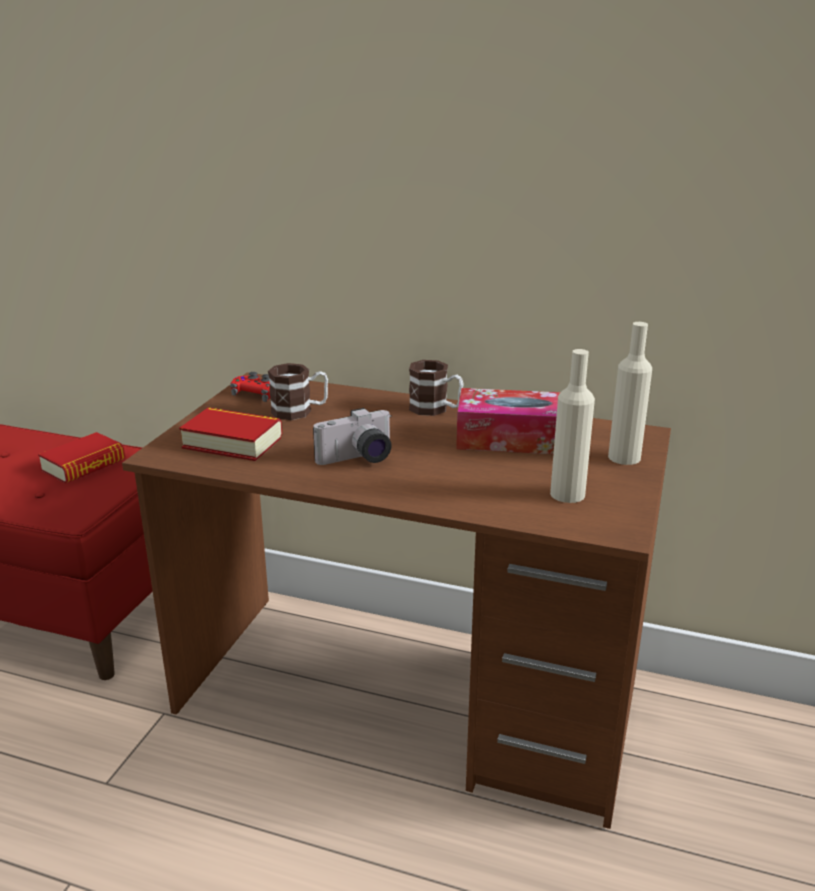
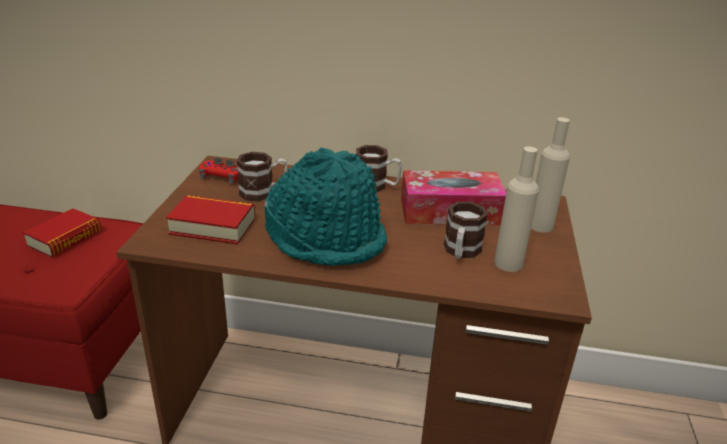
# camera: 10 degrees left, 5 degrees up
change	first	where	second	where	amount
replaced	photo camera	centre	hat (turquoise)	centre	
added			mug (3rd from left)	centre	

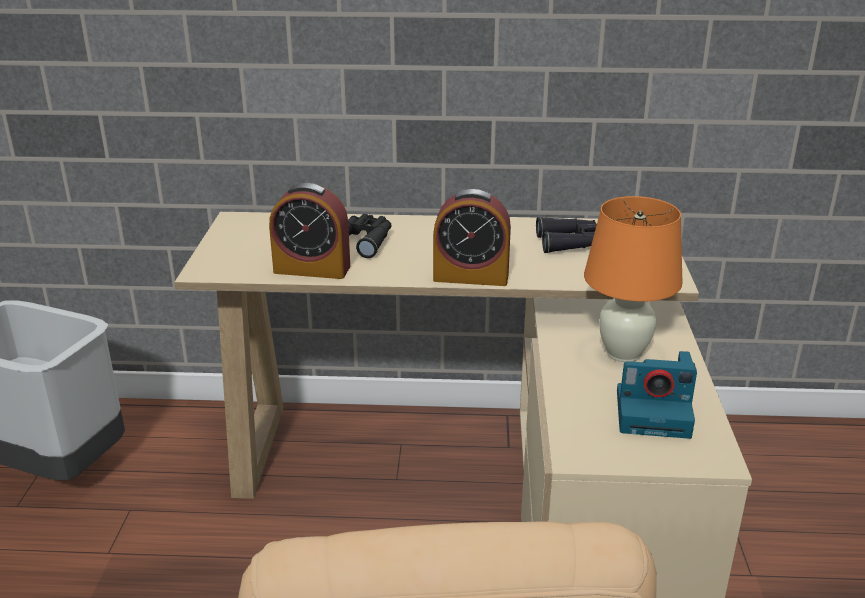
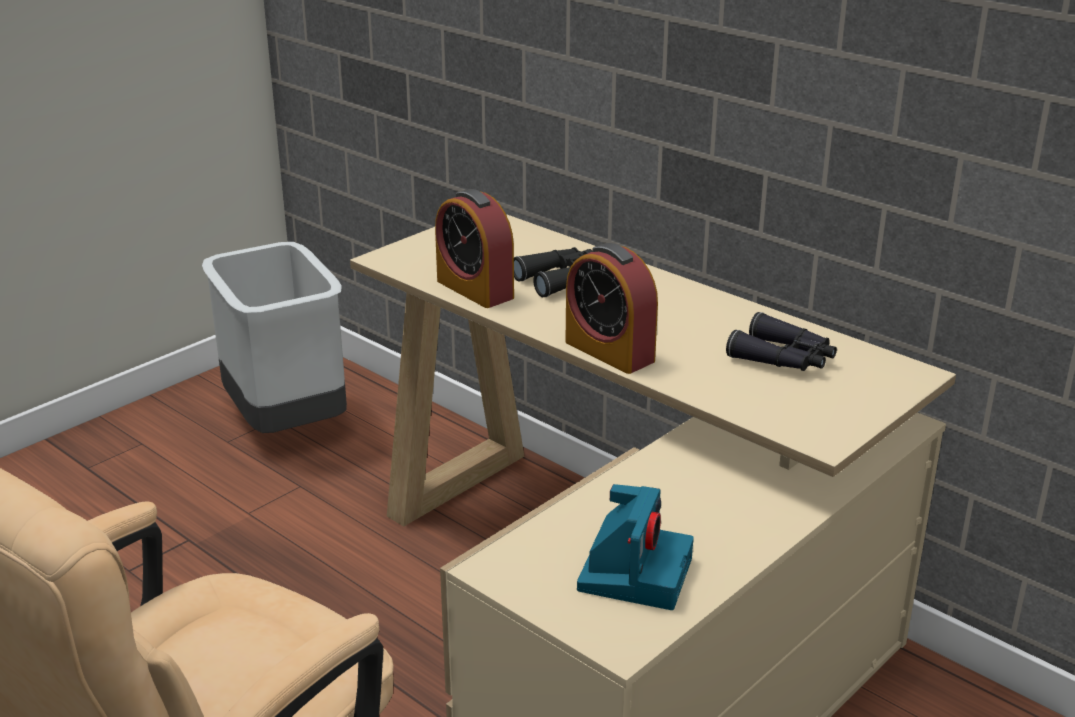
# camera: 40 degrees right, 0 degrees up
change	first	where	second	where	amount
removed	table lamp (orange)	middle right			
turned	photo camera	middle right		bottom centre	120 degrees counterclockwise

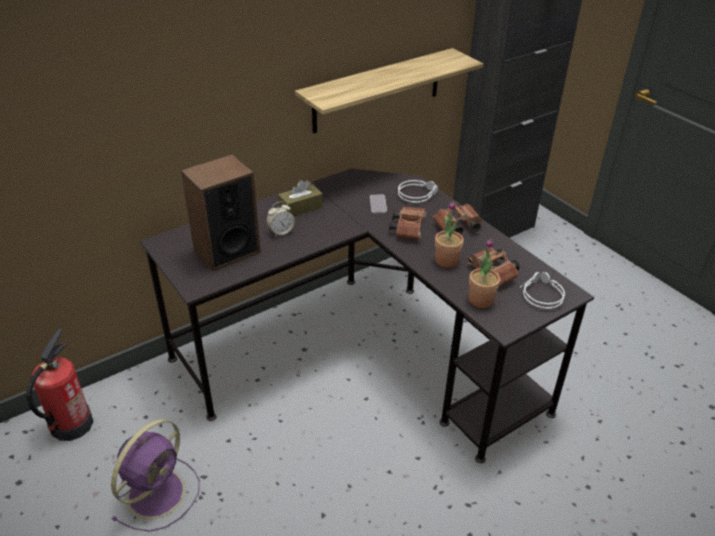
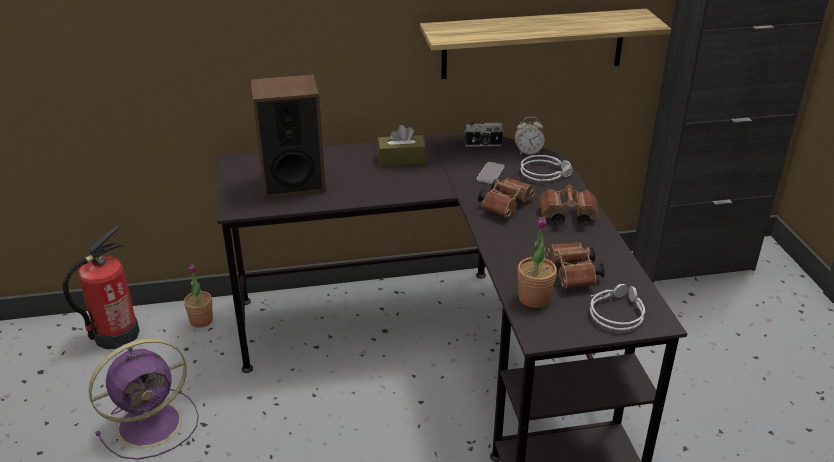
# camera: 25 degrees right, 5 degrees down
change	first	where	second	where	amount
moved	potted plant (1st from left)	centre		middle left	
moved	alarm clock	centre		top centre	
added			photo camera	top centre	

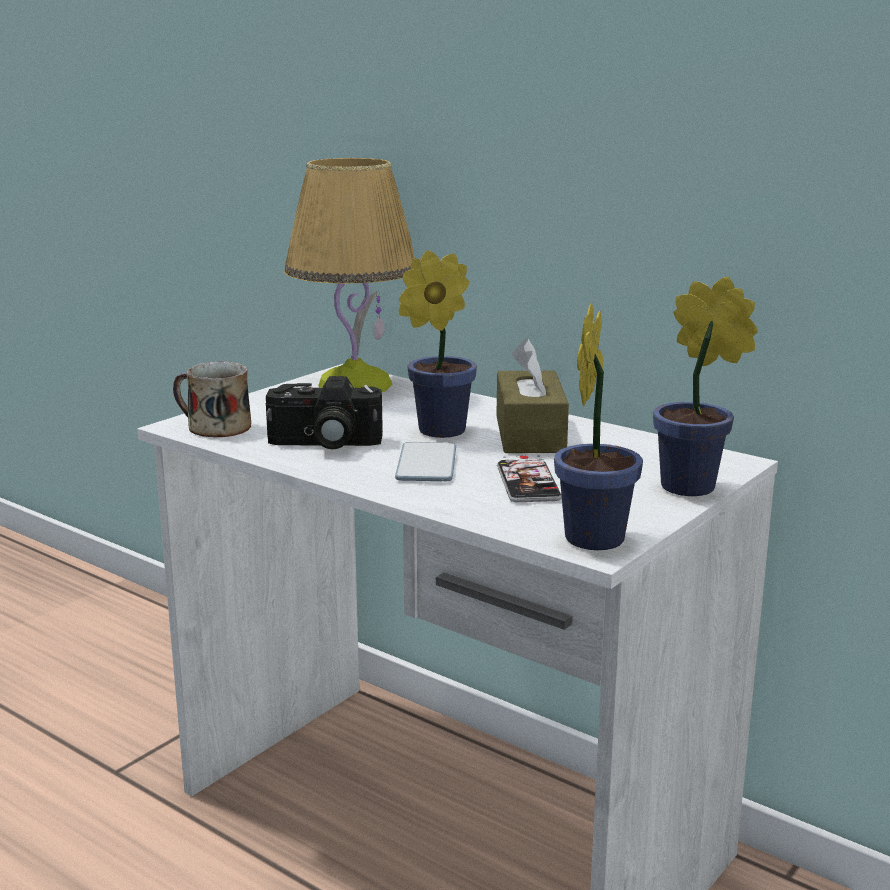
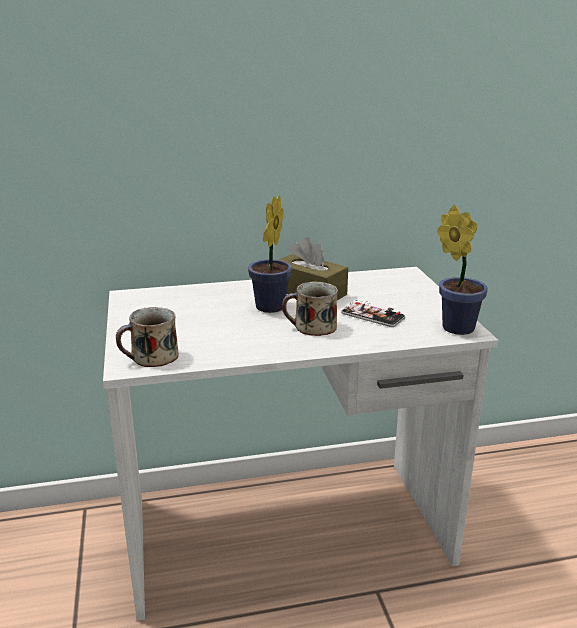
# camera: 50 degrees left, 5 degrees up
change	first	where	second	where	amount
removed	table lamp	top centre			
removed	potted plant (3rd from left)	middle right			
removed	photo camera	centre			
replaced	phone (1st from left)	centre	mug (2nd from left)	centre	

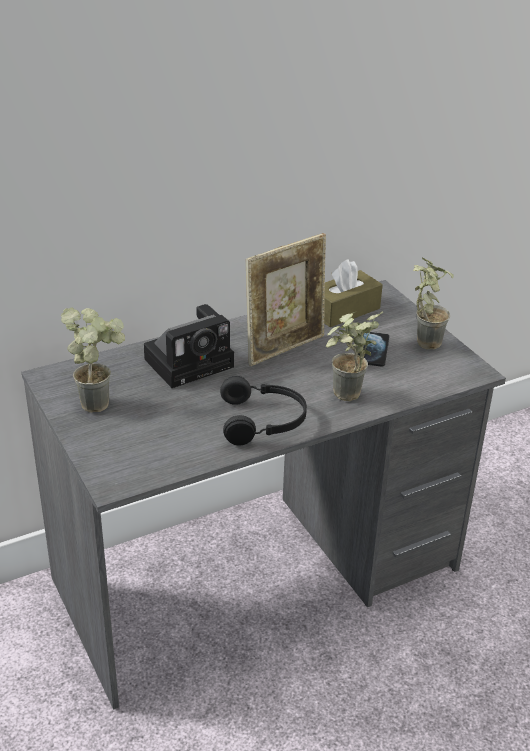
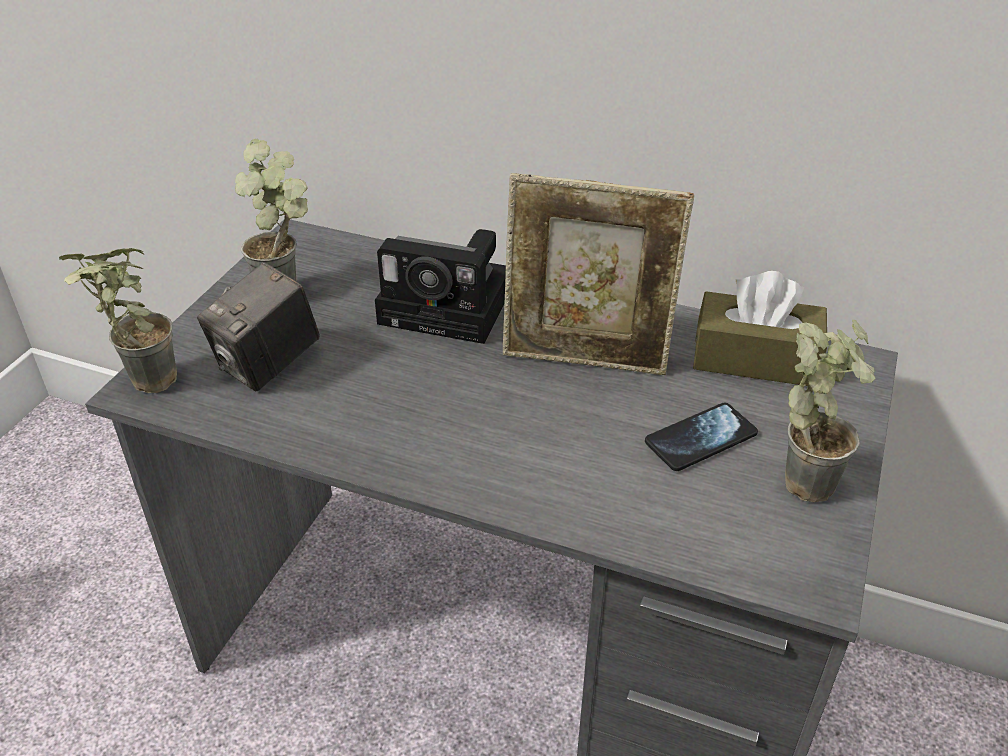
# camera: 50 degrees right, 5 degrees up
change	first	where	second	where	amount
moved	potted plant (2nd from left in the first image)	middle right	potted plant (1st from left)	middle left	
removed	headphones (black)	centre			
added			photo camera (1st from left)	middle left	

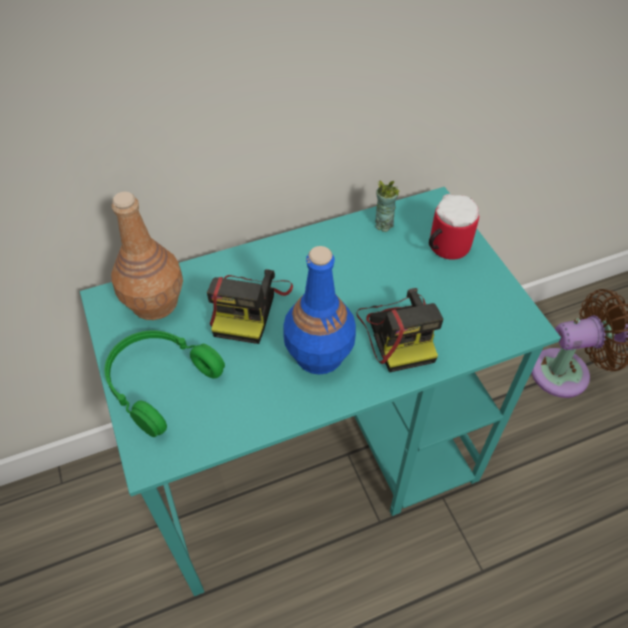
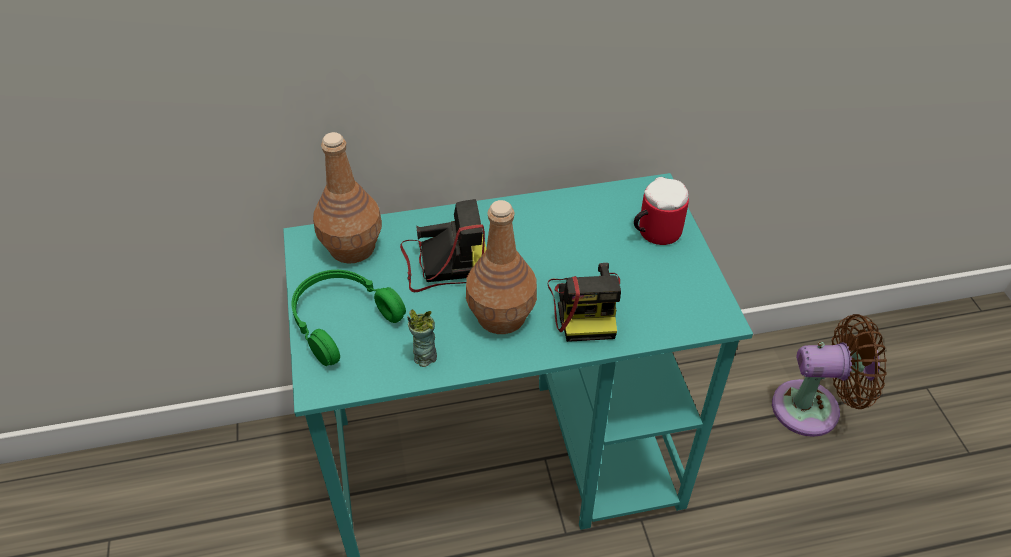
# camera: 10 degrees right, 5 degrees down
change	first	where	second	where	amount
moved	cup	top centre		centre	
recoloured	bottle (blue)	centre	bottle (brown) (2nd from left)	centre	
turned	photo camera (1st from left)	centre		centre	120 degrees counterclockwise

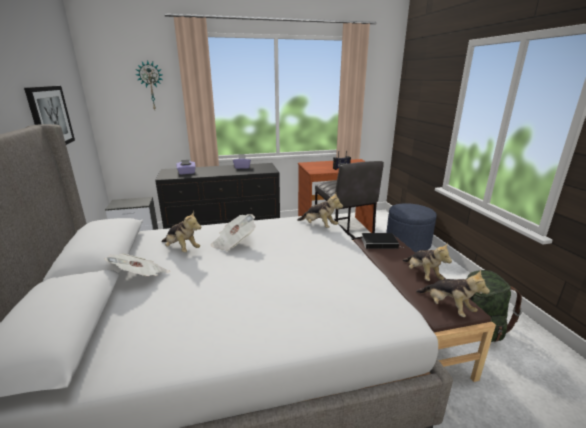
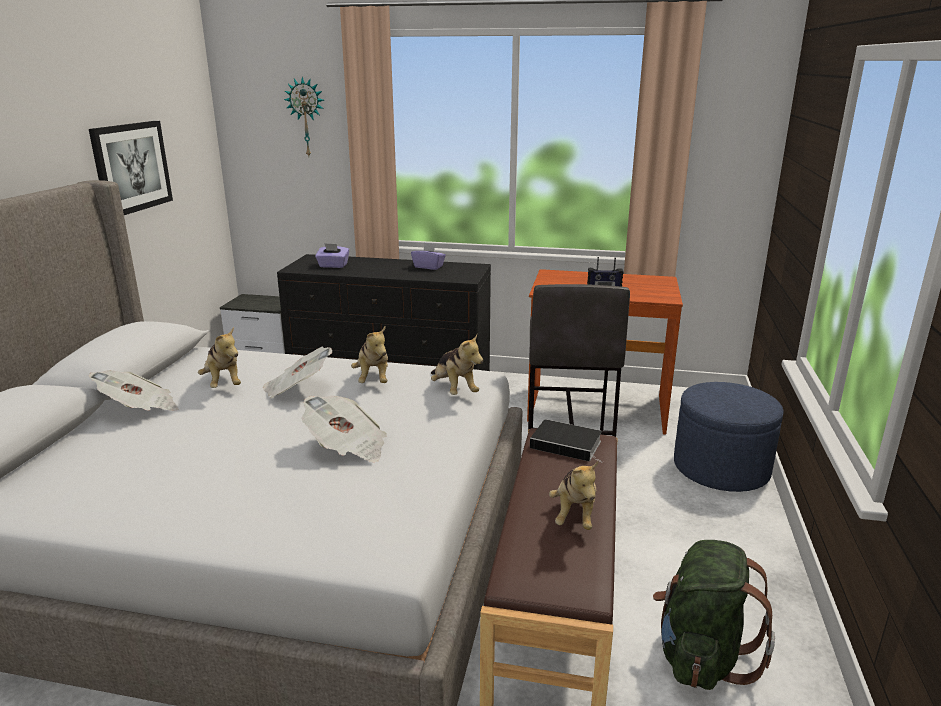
# camera: 25 degrees right, 0 degrees up
change	first	where	second	where	amount
moved	plush toy (4th from left in the first image)	bottom right	plush toy (2nd from left)	centre	
added			newspaper (3rd from left)	centre	

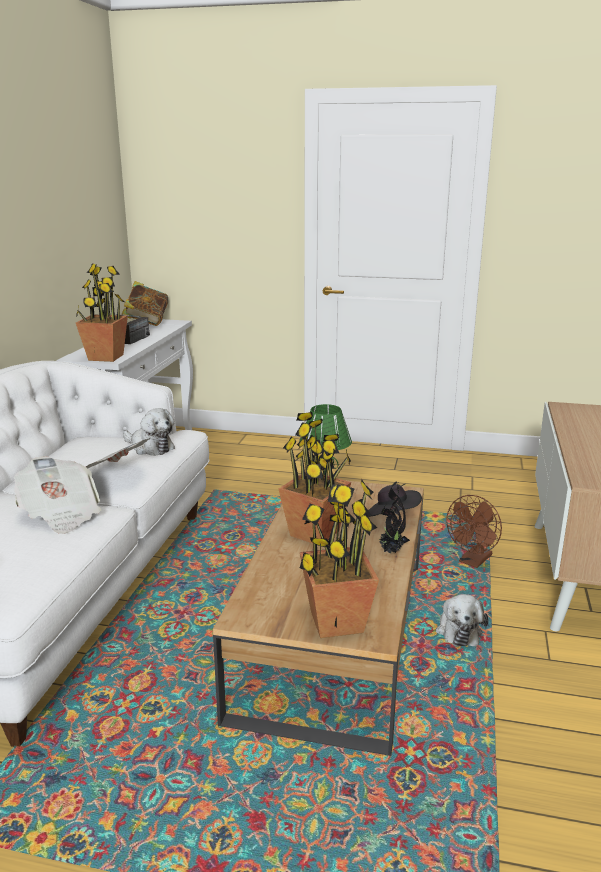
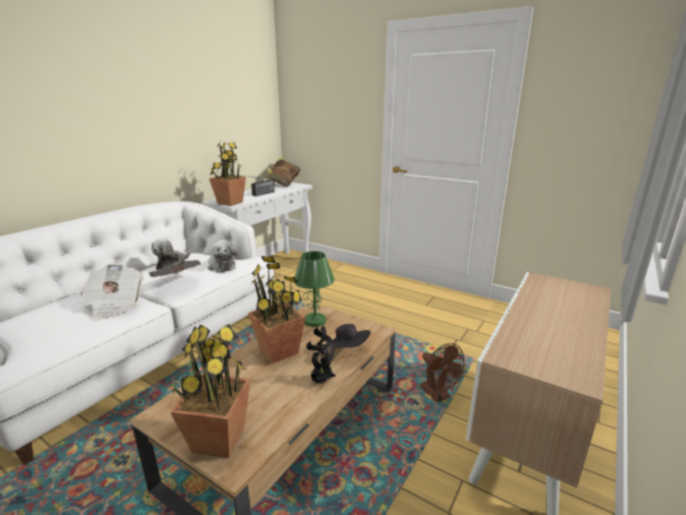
# camera: 20 degrees right, 0 degrees up
change	first	where	second	where	amount
turned	fan (brown)	middle right		bottom centre	90 degrees counterclockwise
moved	plush toy (2nd from left in the first image)	bottom right	plush toy (1st from left)	middle left	

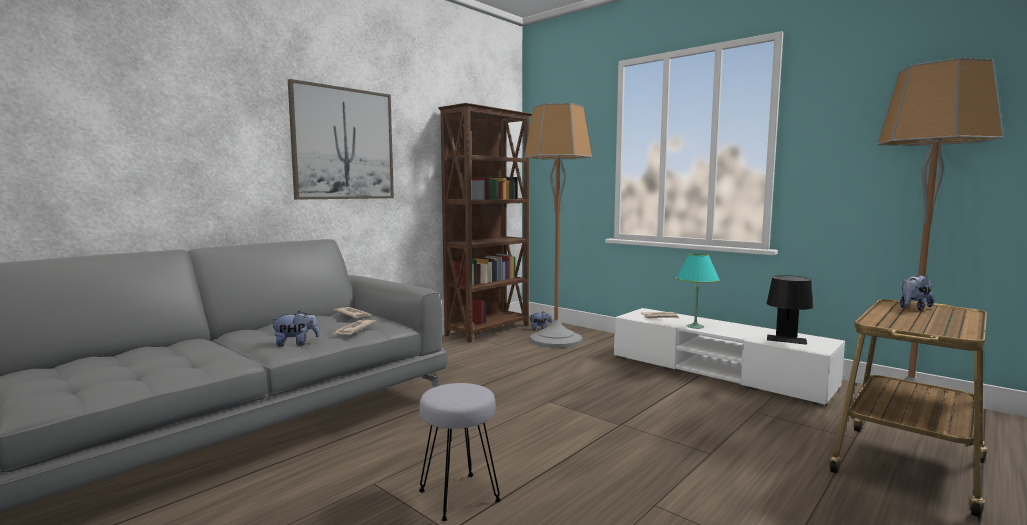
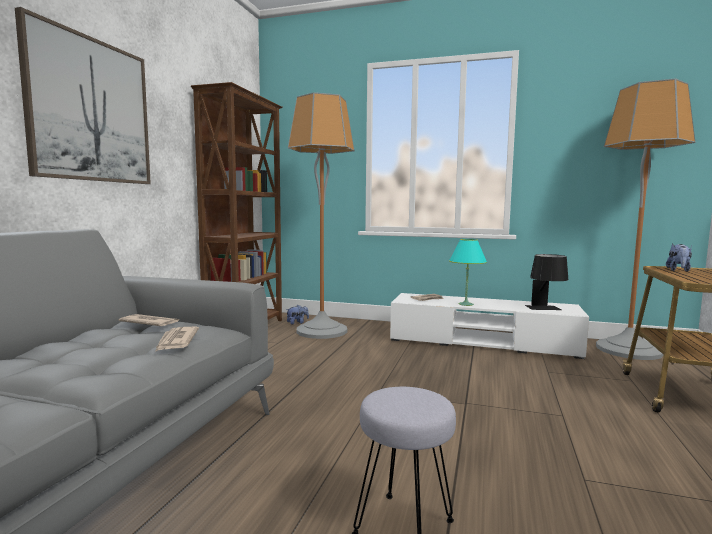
# camera: 25 degrees left, 0 degrees up
change	first	where	second	where	amount
removed	plush toy (1st from left)	middle left			

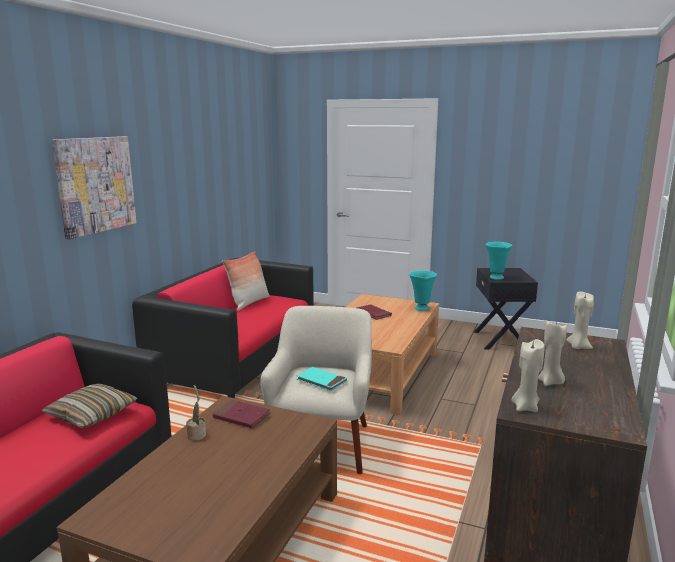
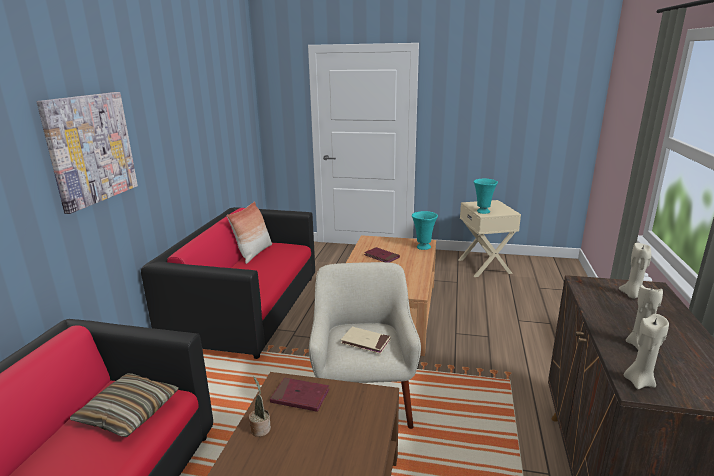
# camera: 10 degrees left, 5 degrees up
change	first	where	second	where	amount
recoloured	side table (black)	middle right	side table (beige)	middle right	
recoloured	book (turquoise)	bottom centre	book (beige)	bottom centre	

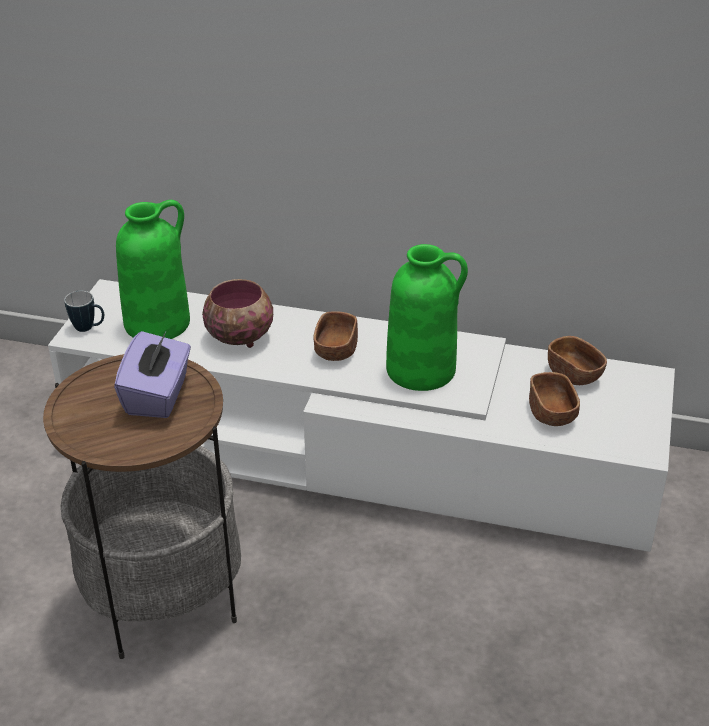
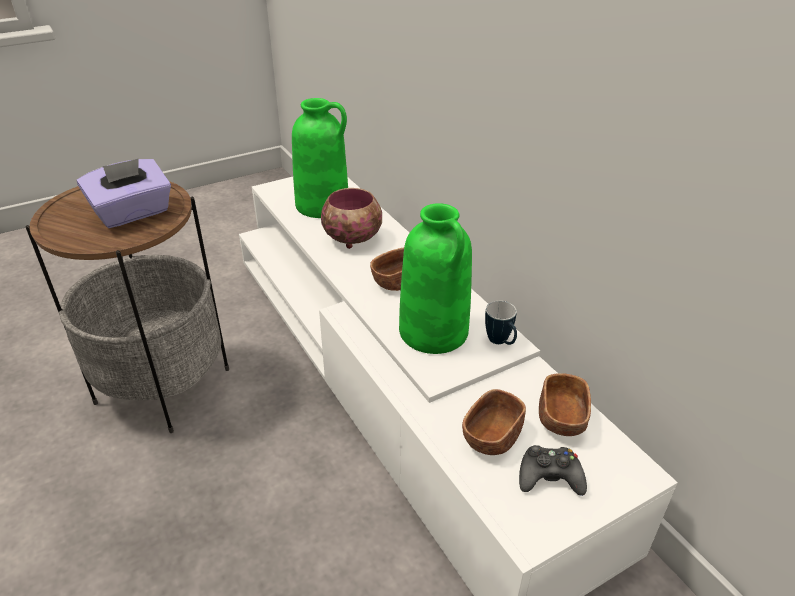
# camera: 45 degrees right, 0 degrees up
change	first	where	second	where	amount
moved	mug	middle left		centre	
added			game controller (black)	bottom right	

